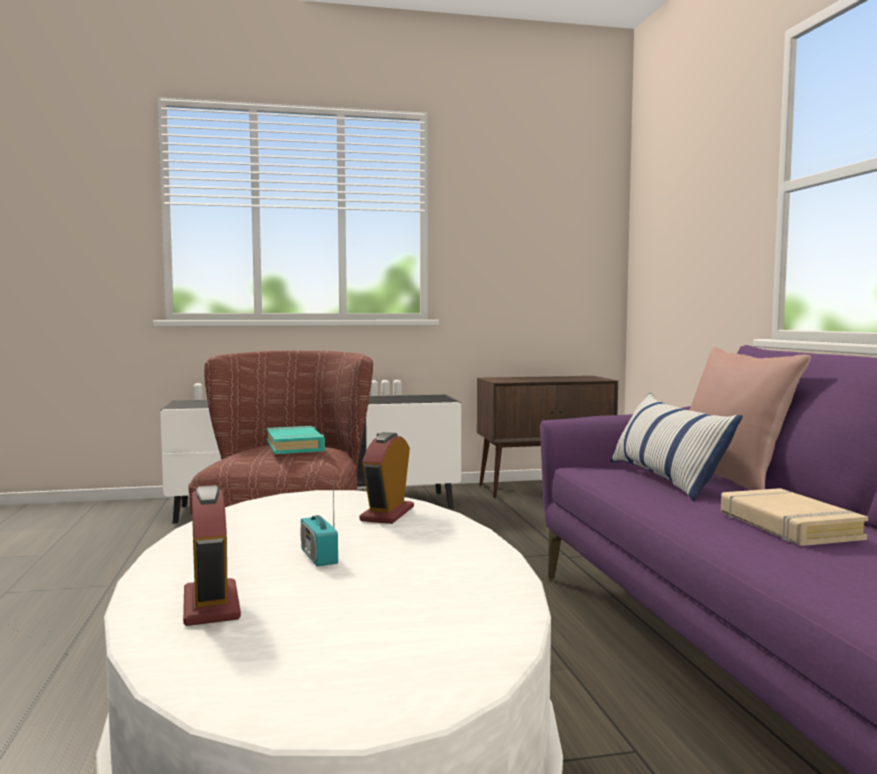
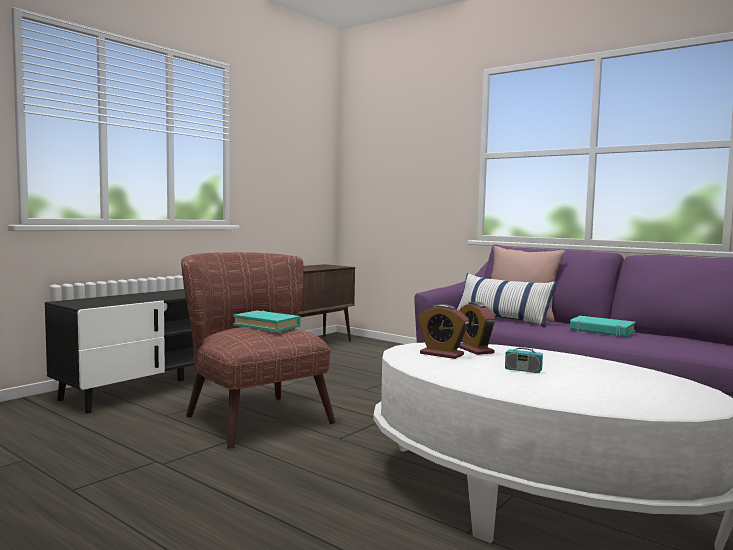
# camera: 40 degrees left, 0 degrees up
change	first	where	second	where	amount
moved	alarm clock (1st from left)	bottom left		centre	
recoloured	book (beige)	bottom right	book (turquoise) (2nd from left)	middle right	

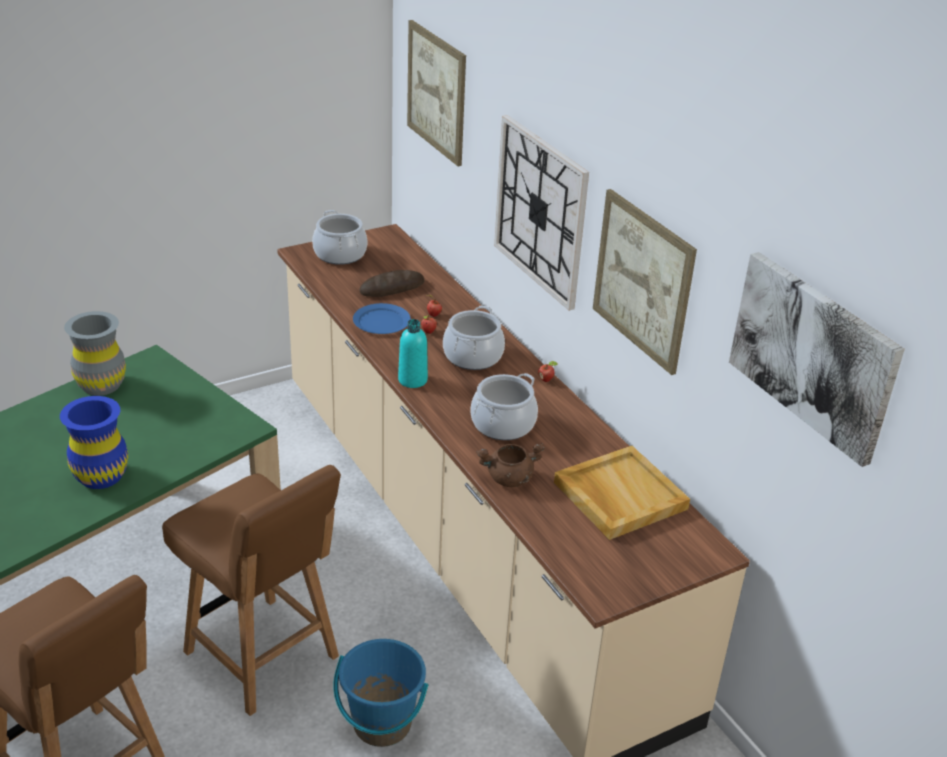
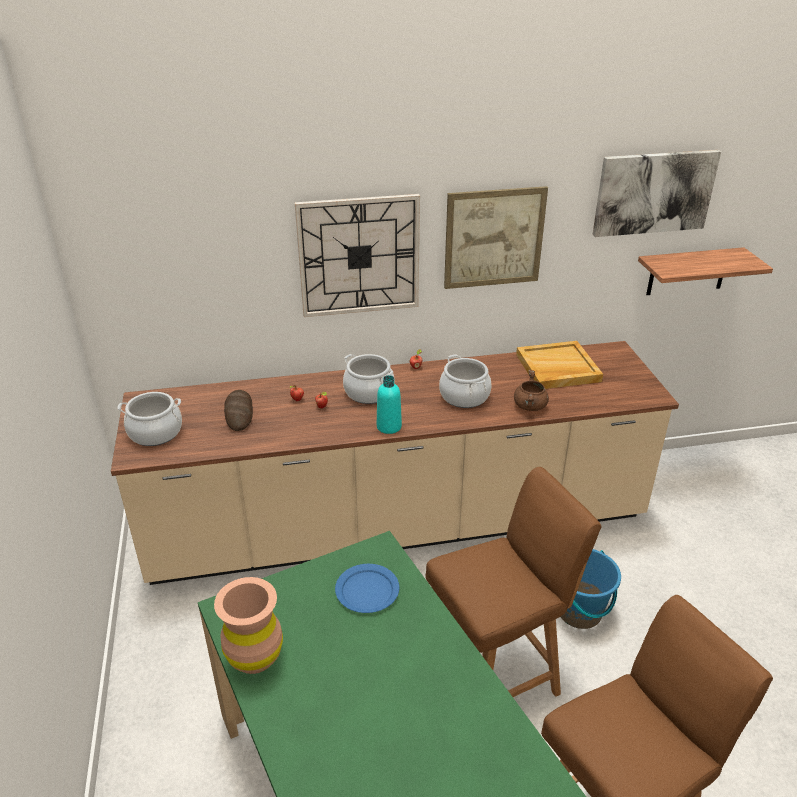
# camera: 70 degrees left, 0 degrees up
change	first	where	second	where	amount
removed	picture (1st from left)	top centre			
moved	plate (blue)	centre		bottom centre	
recoloured	vase (grey)	middle left	vase (brown)	bottom left	
removed	vase (blue)	middle left			
added			shelf	middle right	

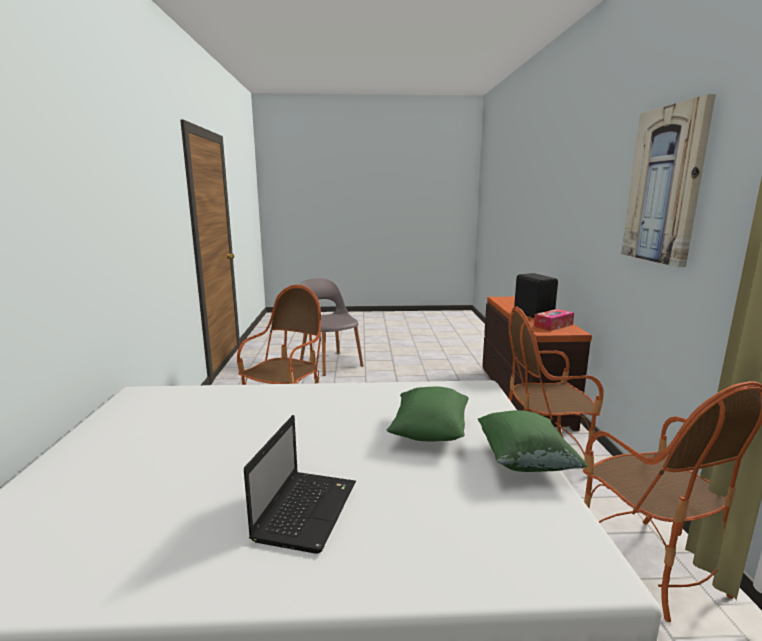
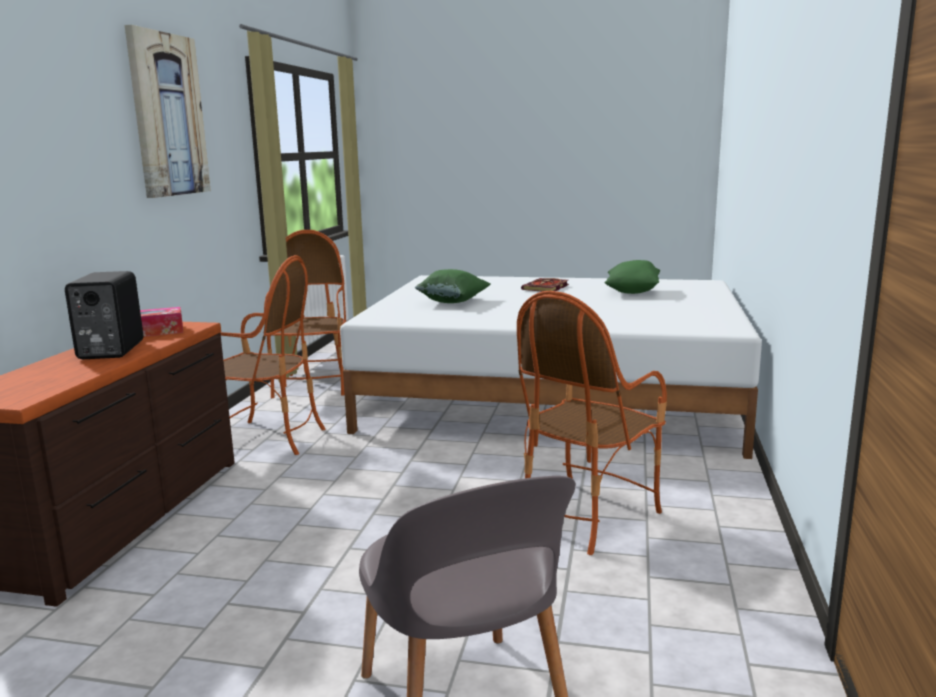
# camera: 165 degrees left, 0 degrees up
change	first	where	second	where	amount
moved	pillow (green) (2nd from left)	bottom right		middle right	
replaced	laptop	bottom centre	book	centre	

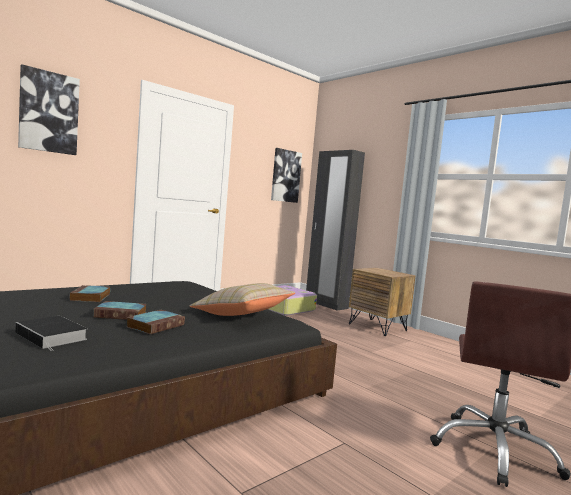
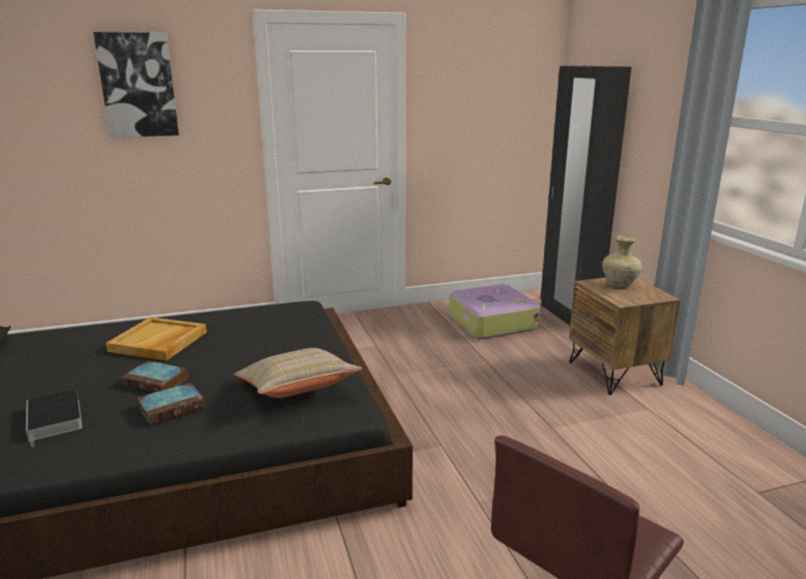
# camera: 25 degrees right, 15 degrees up
change	first	where	second	where	amount
removed	picture (2nd from left)	centre			
replaced	book (2nd from left)	middle left	tray (beige)	middle left	
added			vase (beige)	middle right	

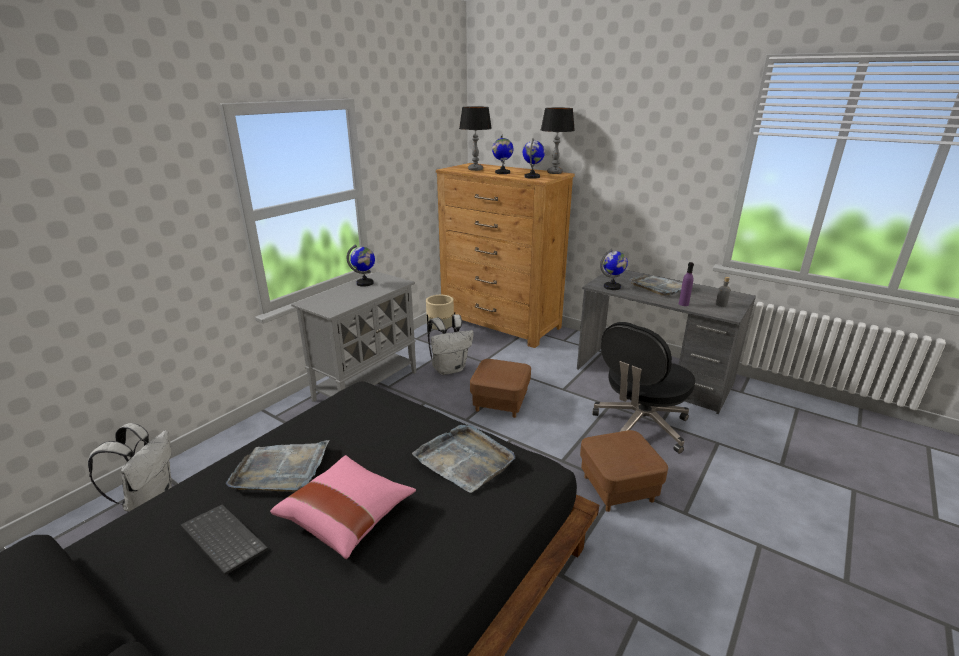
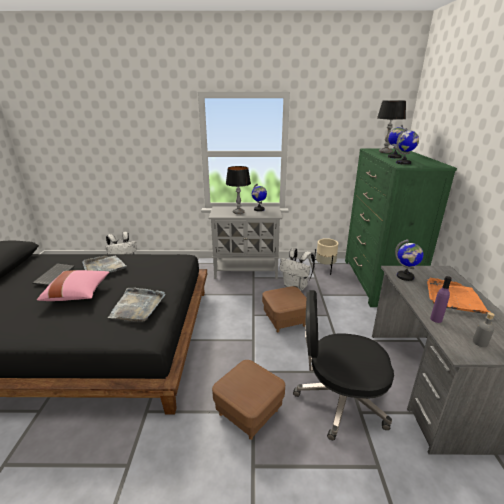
# camera: 55 degrees right, 0 degrees up
change	first	where	second	where	amount
moved	table lamp (2nd from left in the first image)	top centre	table lamp (1st from left)	centre	
recoloured	dresser (brown)	centre	dresser (green)	middle right	
recoloured	tray (grey) (3rd from left)	middle right	tray (orange)	middle right	

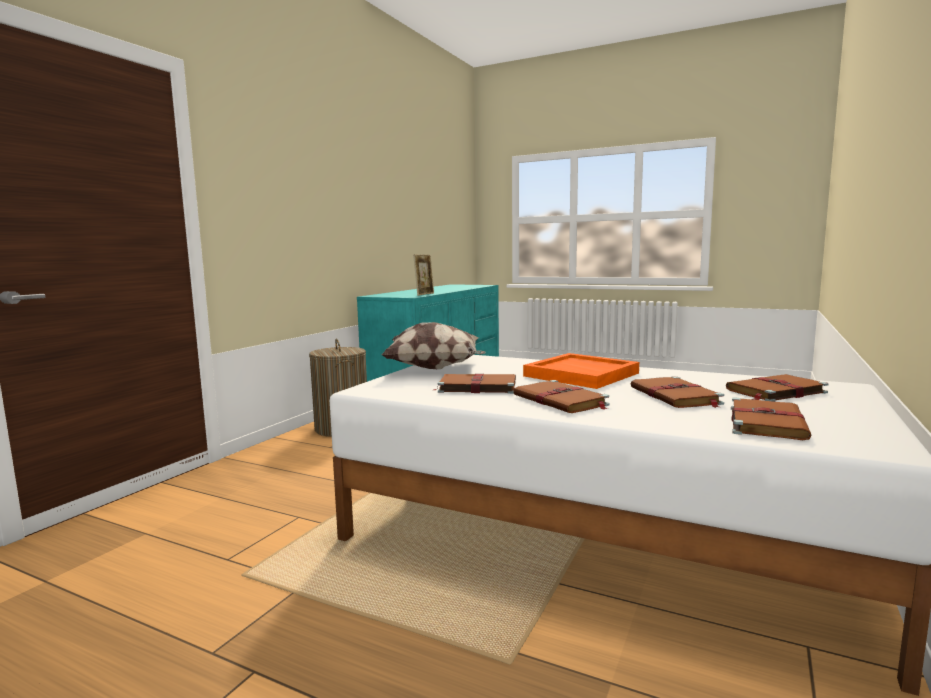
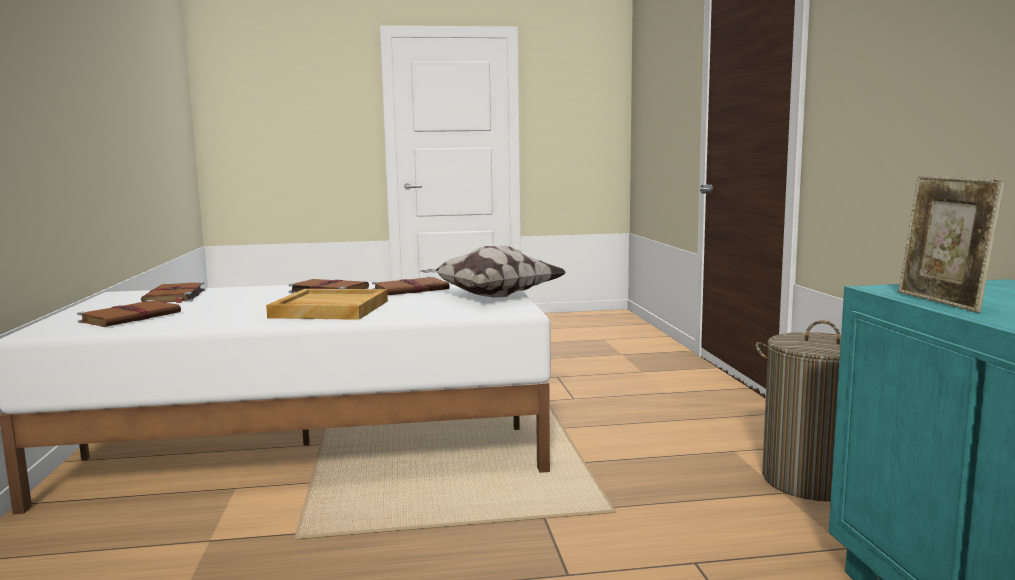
# camera: 145 degrees right, 0 degrees up
change	first	where	second	where	amount
recoloured	tray (orange)	centre	tray (beige)	middle left	
removed	book (brown) (3rd from left)	middle right			

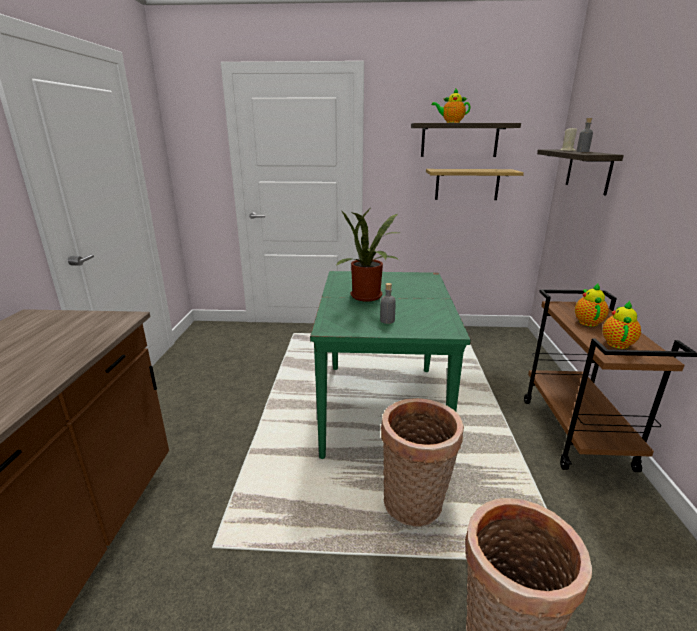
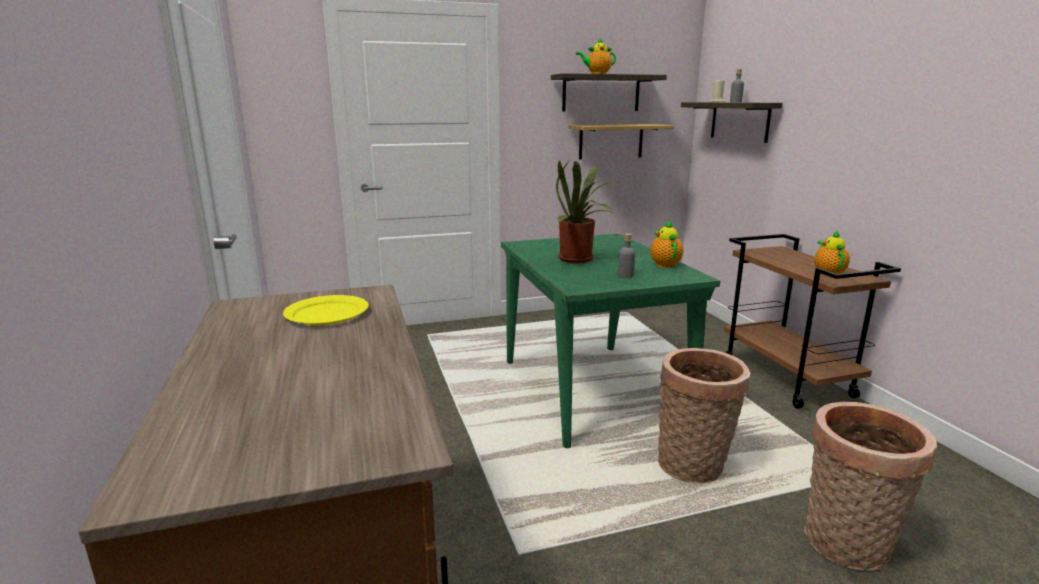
# camera: 20 degrees left, 5 degrees down
change	first	where	second	where	amount
moved	teapot (2nd from left)	middle right		centre	
added			plate (yellow)	middle left	

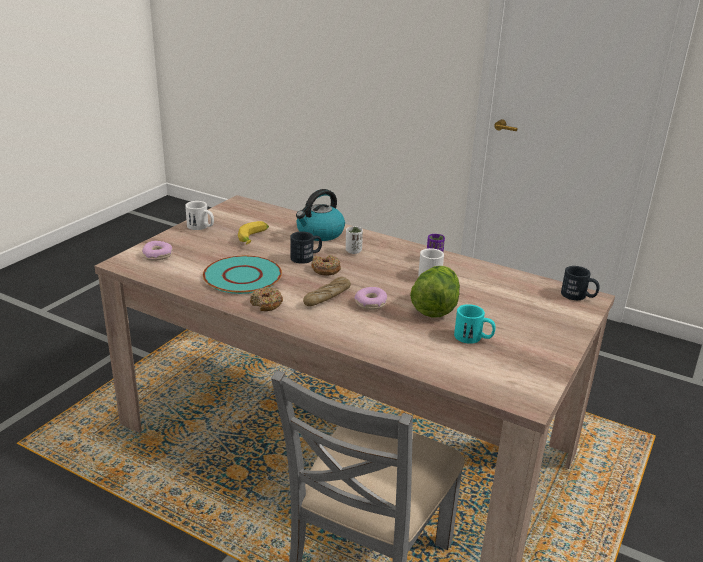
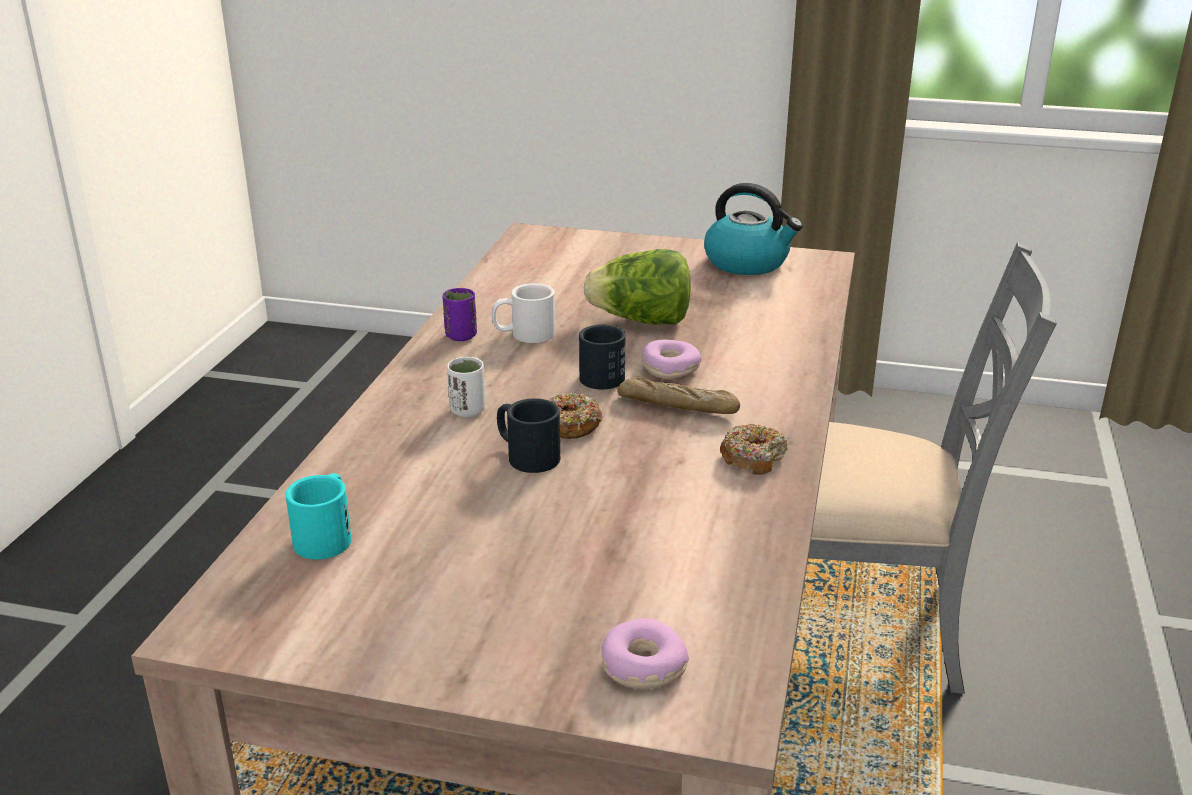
# camera: 105 degrees left, 0 degrees up
change	first	where	second	where	amount
moved	kettle	centre		top centre	
removed	mug (white) (1st from left)	middle left			
removed	banana	centre			
removed	plate (turquoise)	centre			
moved	mug (black) (2nd from left)	middle right		centre	
moved	mug (turquoise)	middle right		middle left	

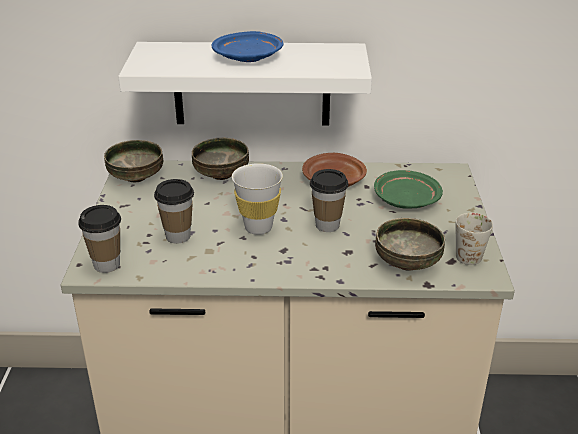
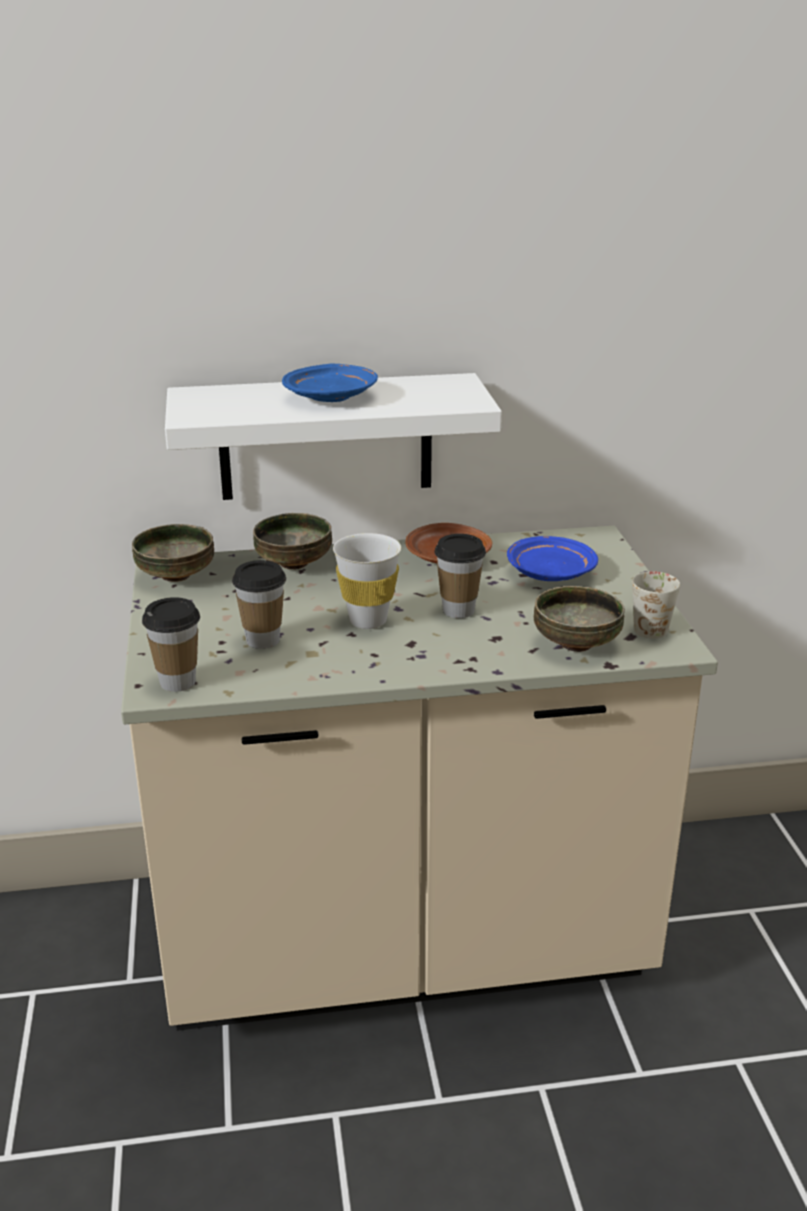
# camera: 10 degrees left, 5 degrees down
change	first	where	second	where	amount
recoloured	plate (green)	middle right	plate (blue) (2nd from left)	middle right	

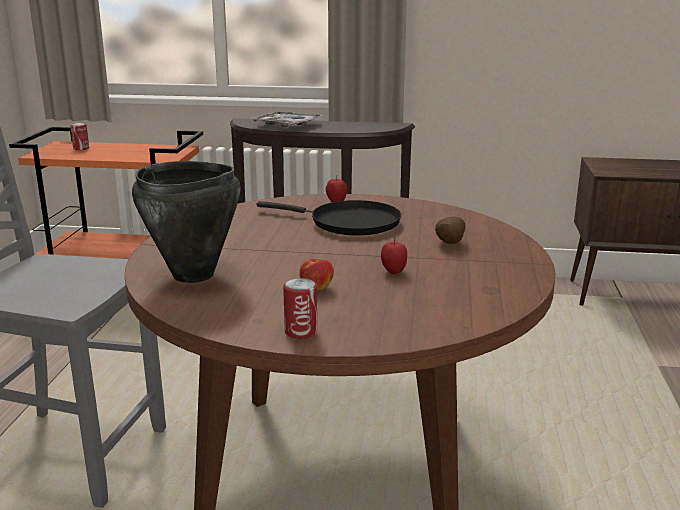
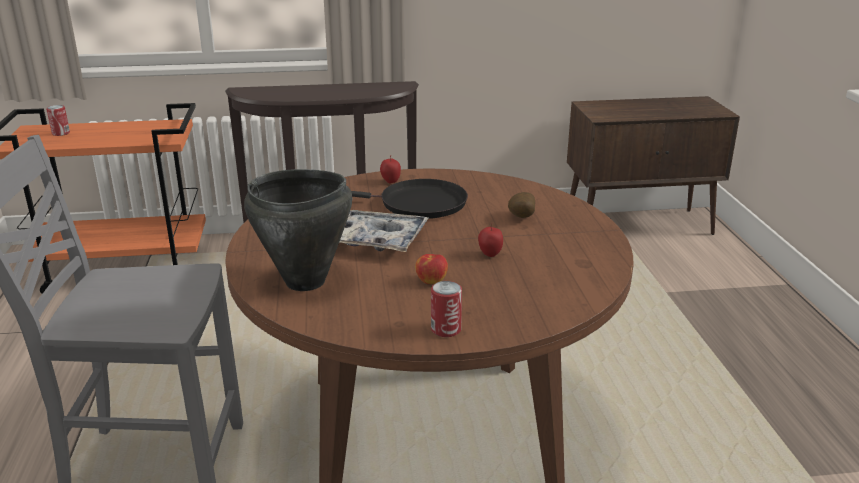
# camera: 15 degrees left, 5 degrees up
change	first	where	second	where	amount
moved	tray	top centre		centre	

